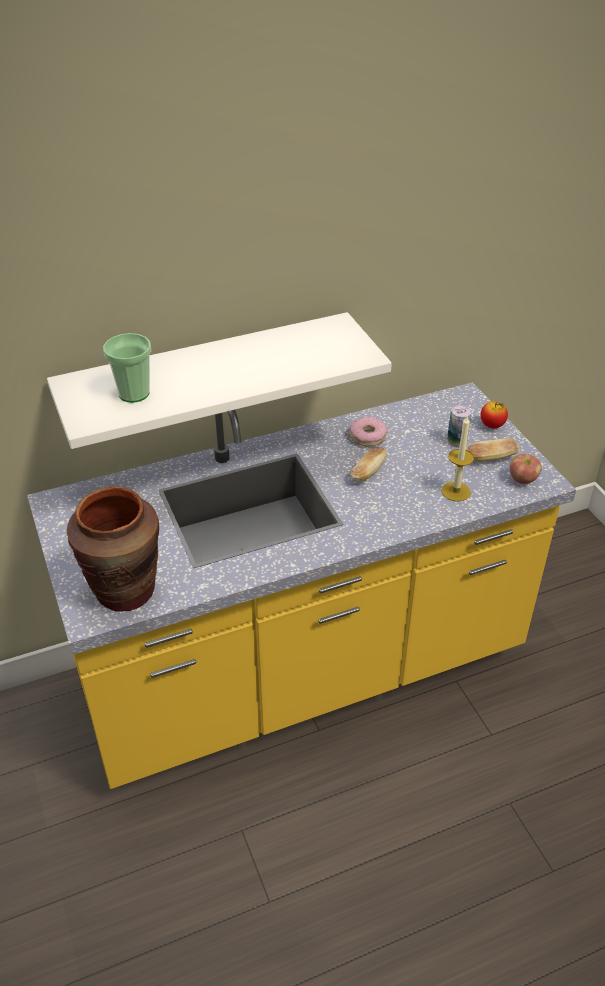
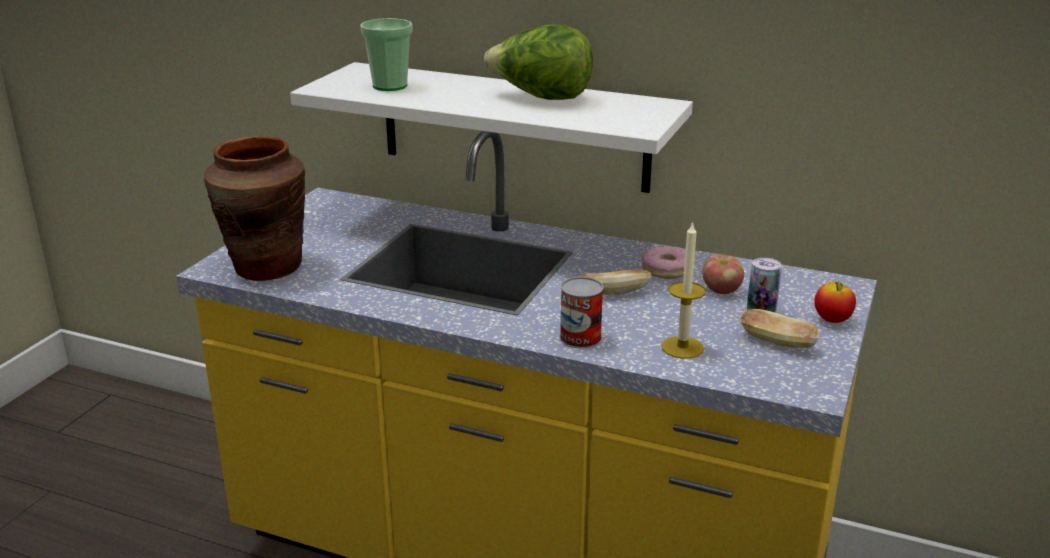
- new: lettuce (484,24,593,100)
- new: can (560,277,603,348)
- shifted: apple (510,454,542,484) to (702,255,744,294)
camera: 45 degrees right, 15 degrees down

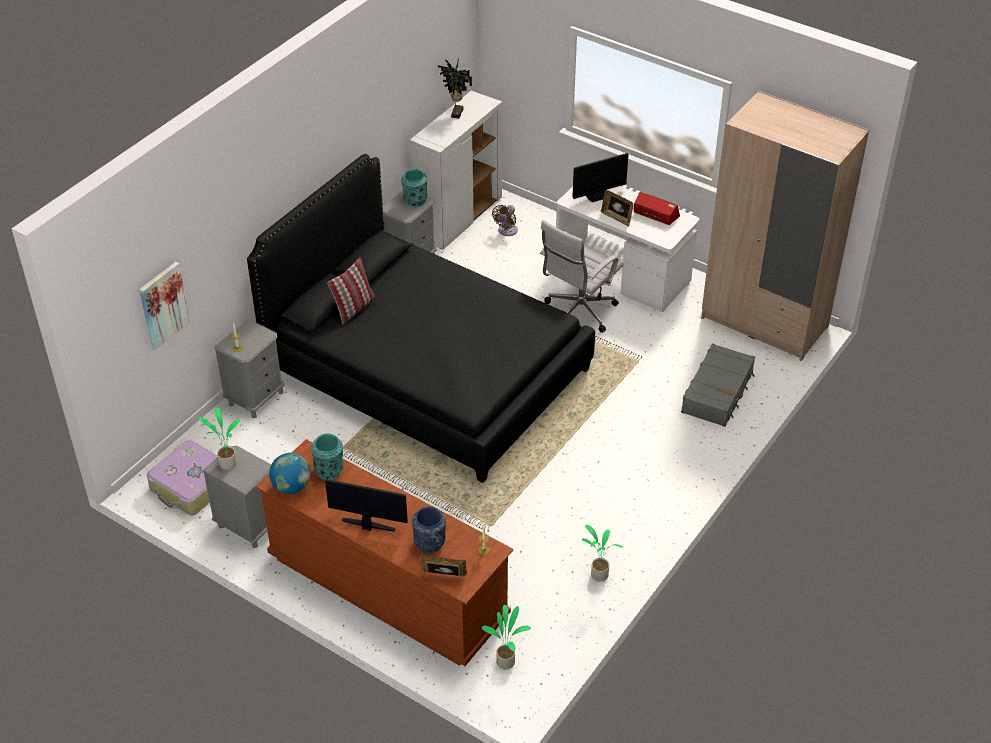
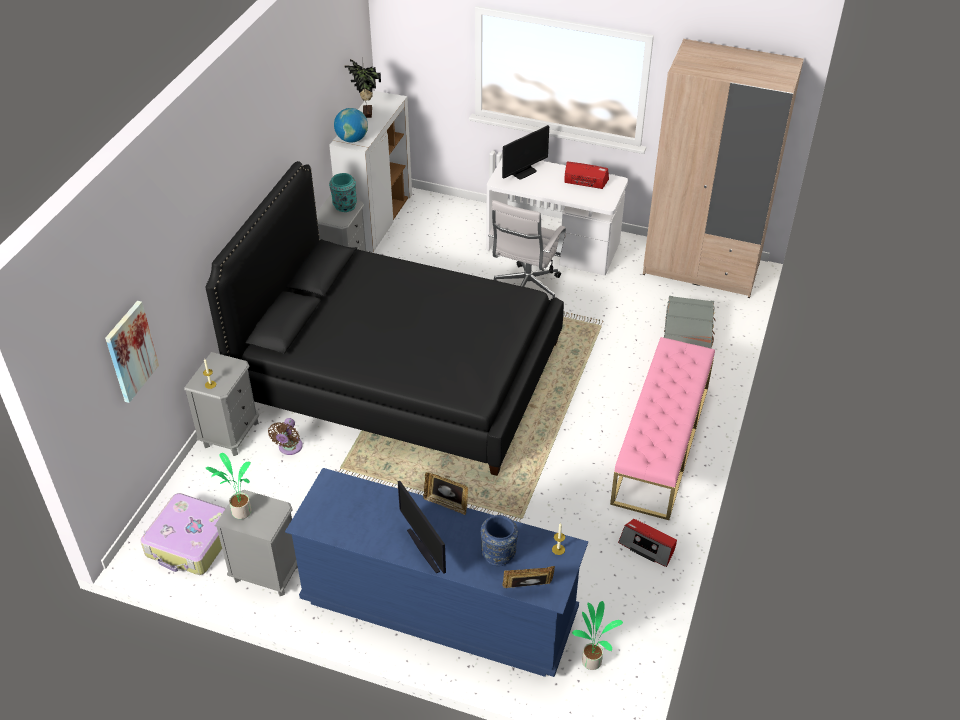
- gone: turquoise_vase (311,433,344,480)
- gone: pillow (327,257,376,324)
- new: pink_bench (610,337,715,520)
- shifted: globe (269,453,311,494) to (334,108,368,142)
- shifted: brown_fan (492,205,518,236) to (268,418,303,455)
- shifted: picture_frame (601,190,633,227) to (423,472,468,515)
- swapped: potted_plant (582,525,623,582) to radio (618,519,677,567)
- repainted: brown_dresser (255,439,513,666) to blue_dresser (285,468,588,677)
- rotated: monitor (325,479,408,532) = (398,481,446,574) 120 degrees counterclockwise
camera: 15 degrees left, 0 degrees up

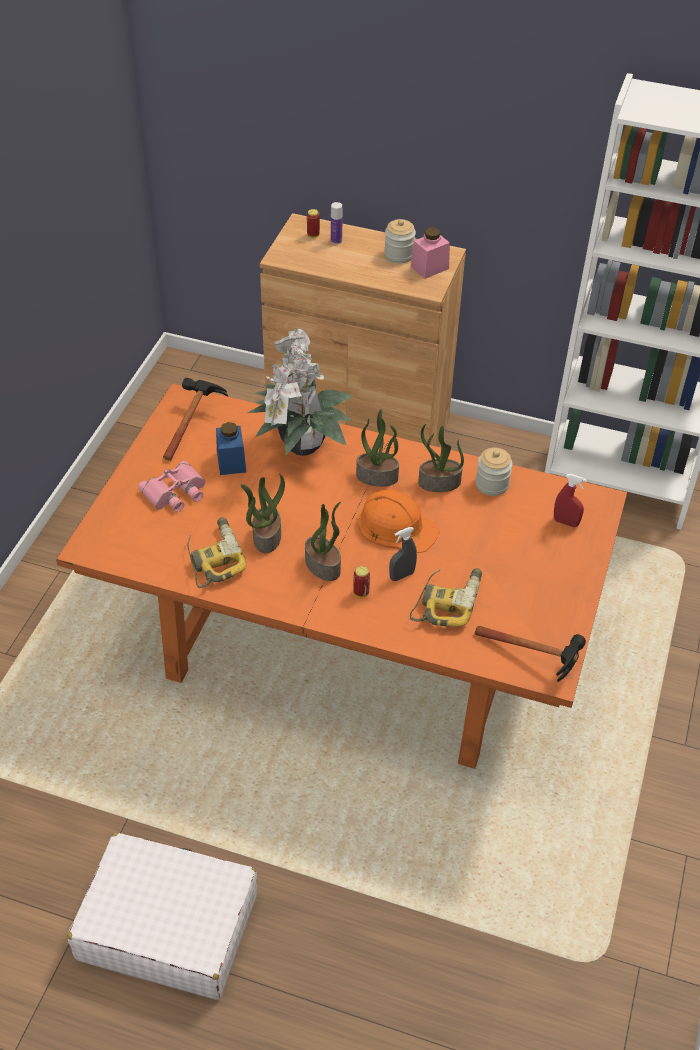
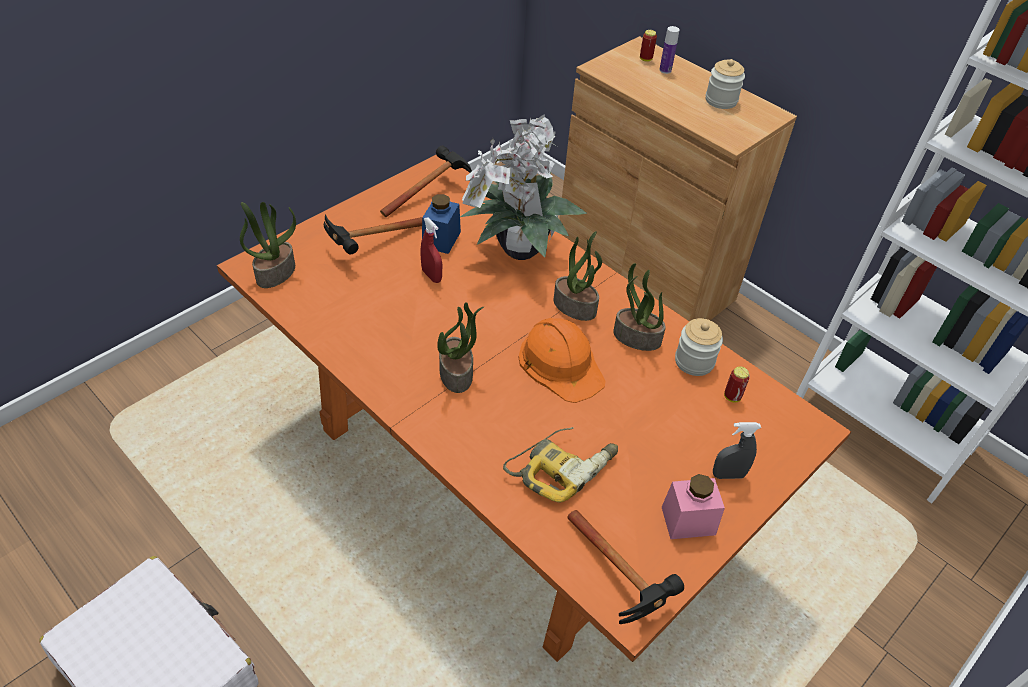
- gone: power_drill (187,517,246,588)
- shifted: potted_plant (241,474,285,553) to (240,202,296,288)
- shifted: can (353,566,370,598) to (724,366,750,402)
- shifted: grey_spray_bottle (389,527,417,581) to (713,422,761,479)
- shifted: pink_jar (411,227,450,279) to (662,474,725,539)
- shifted: red_spray_bottle (554,474,587,527) to (421,217,442,283)
- swapped: pink_binoculars (138,461,206,512) to hammer (324,214,422,254)
camera: 25 degrees right, 0 degrees up

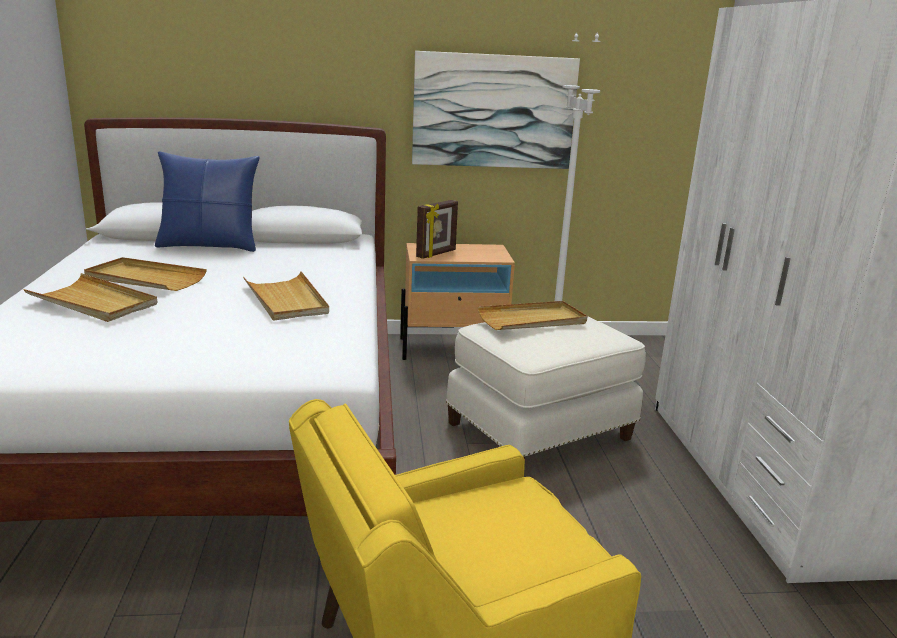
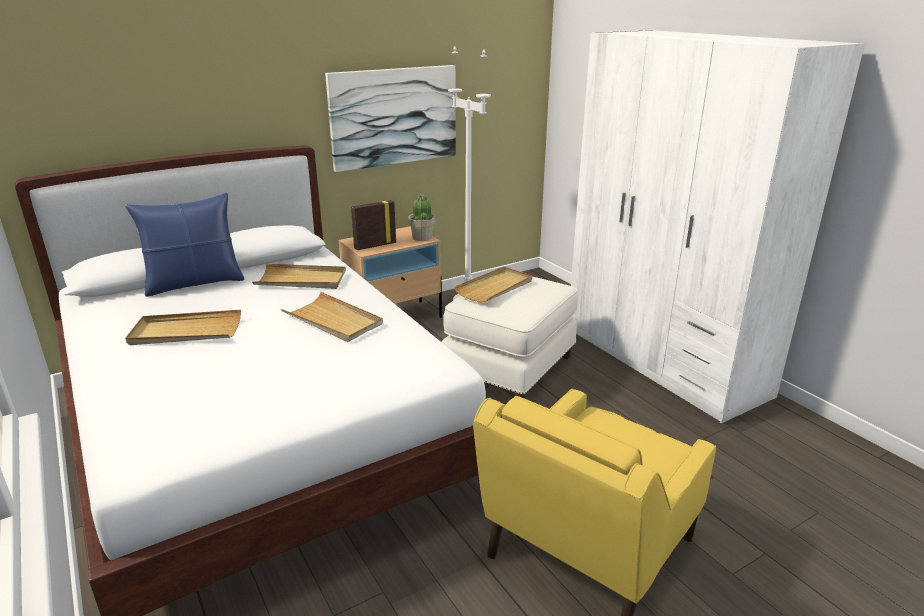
- new: potted_plant (408,194,435,241)
- shifted: beige_tray (23,273,158,322) to (252,264,346,289)
- rotated: picture_frame (416,200,458,259) = (351,200,396,250) 135 degrees counterclockwise
camera: 25 degrees left, 5 degrees up

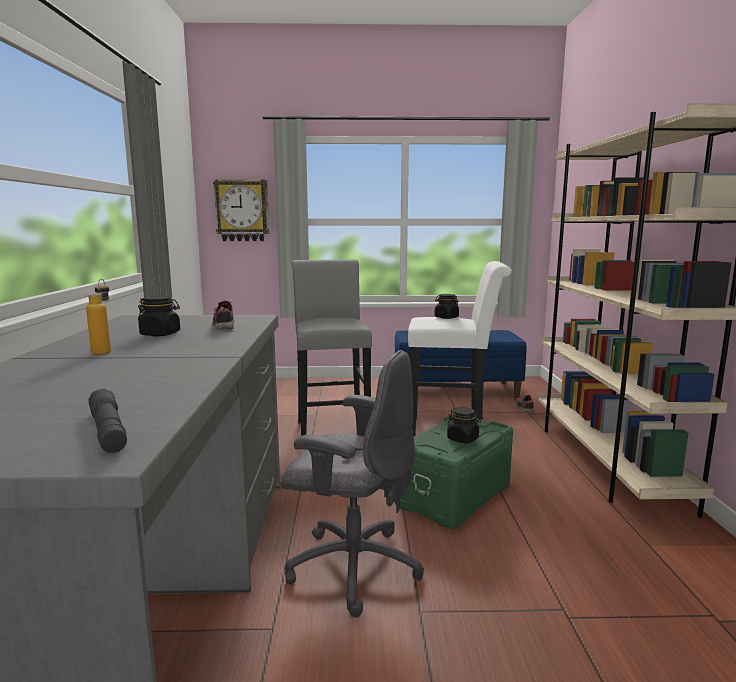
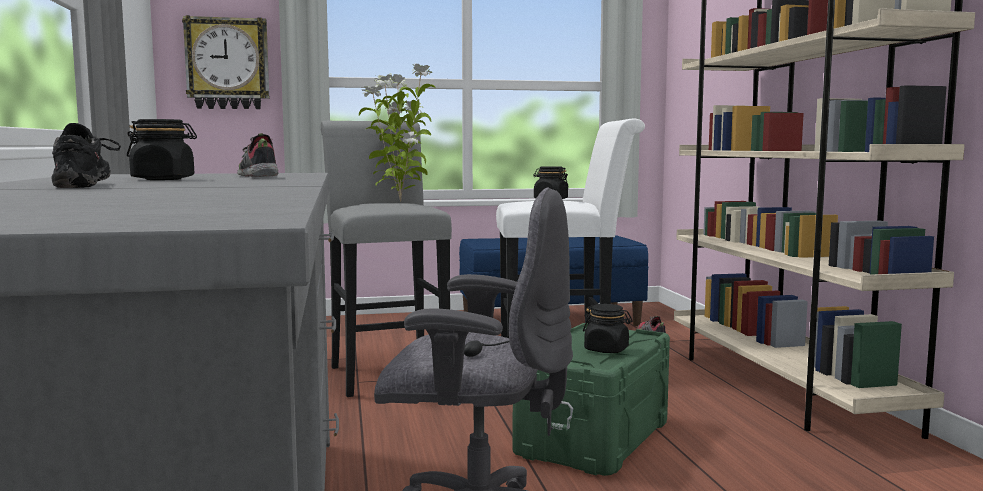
- gone: grey_flashlight (88,389,127,453)
- new: potted_plant (359,63,436,202)
- swapped: bottle (86,279,111,355) to black_shoe (51,123,121,188)
camera: 10 degrees left, 5 degrees down

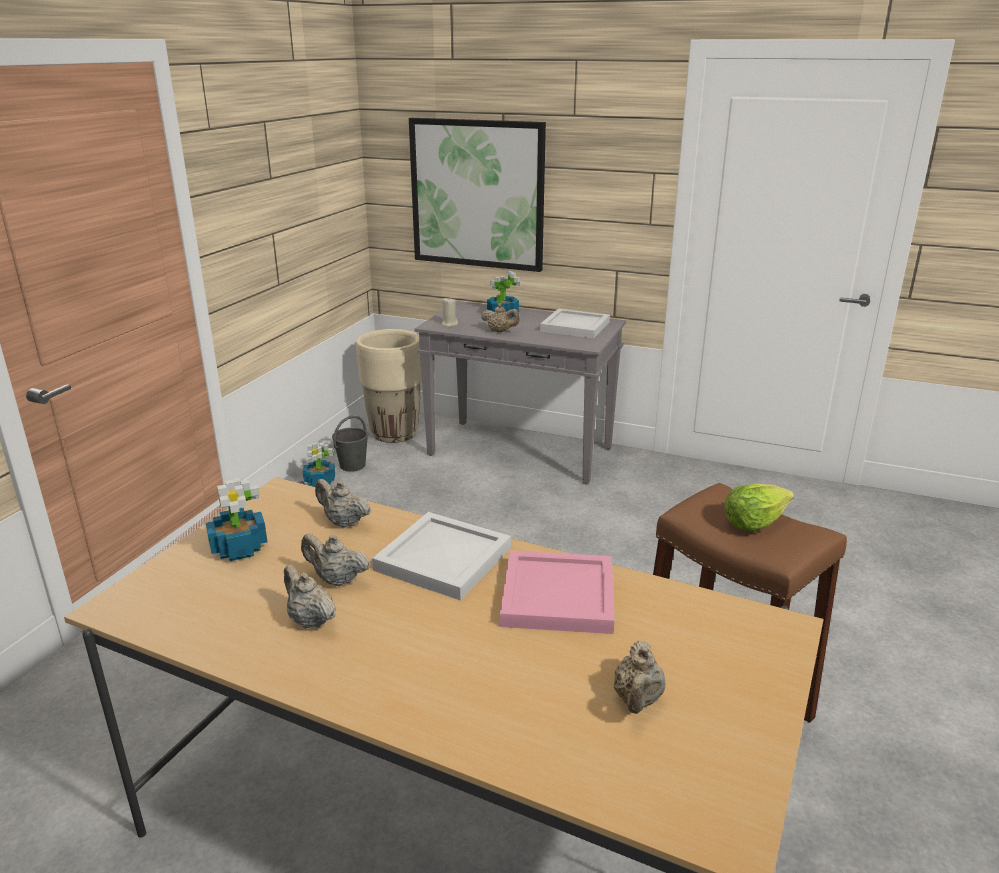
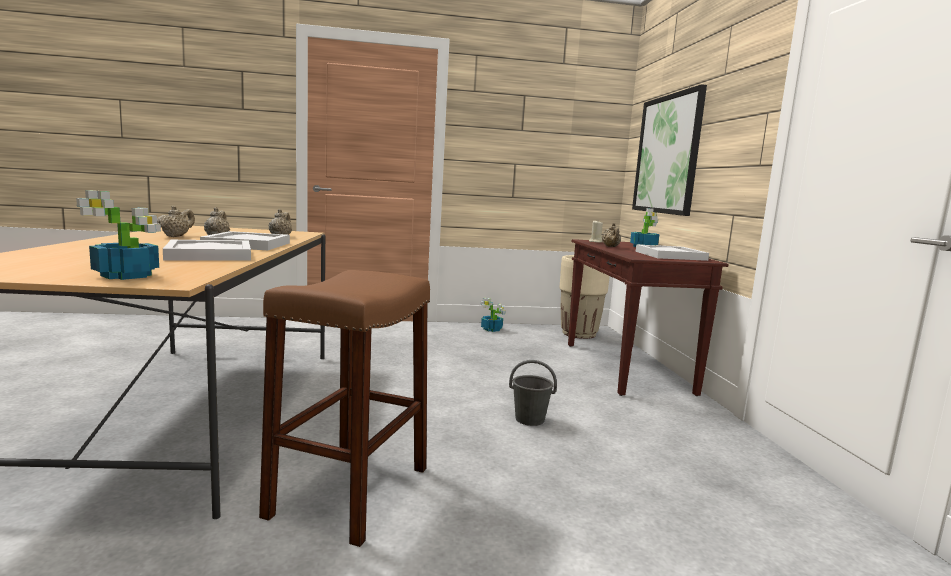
- gone: beige_teapot (614,641,665,714)
- gone: lettuce (724,484,794,532)
- shifted: potted_plant (206,478,267,561) to (76,190,161,280)
- shifted: grey_bucket (332,415,368,472) to (509,360,557,426)
- repainted: grey_console_table (414,301,626,485) to brown_console_table (568,239,729,396)
- repainted: pink_tray (500,551,615,634) to white_tray (163,240,251,261)
camera: 60 degrees right, 15 degrees down

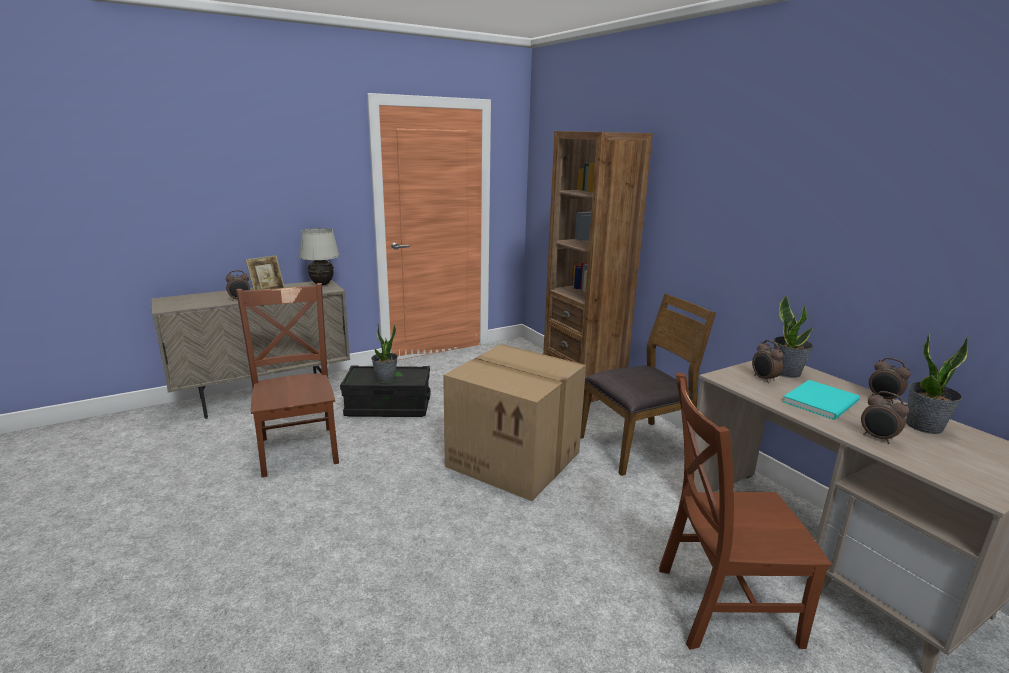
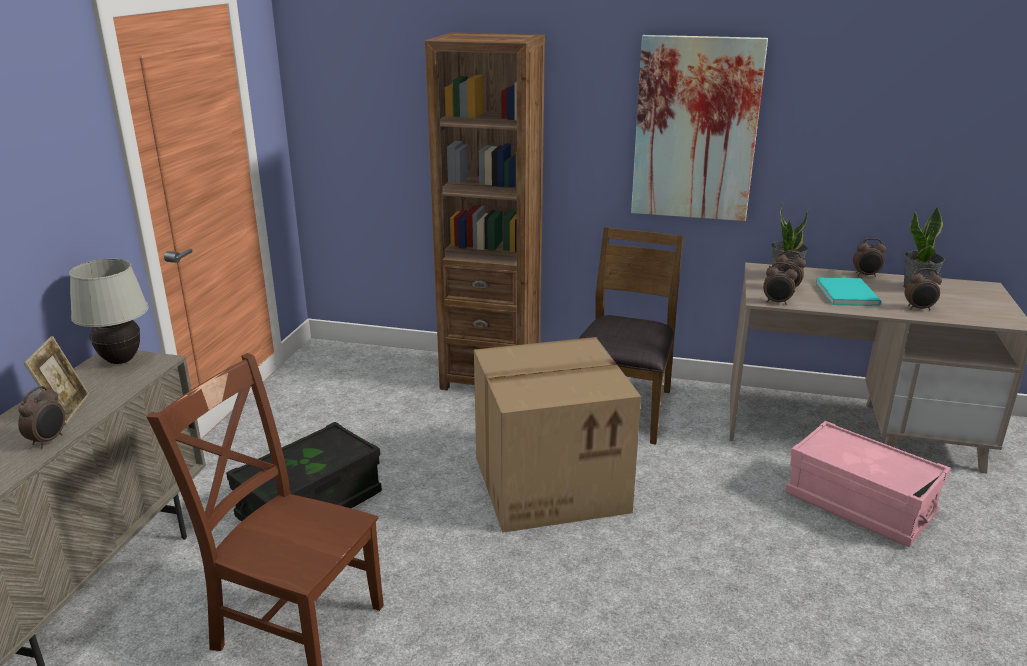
- gone: potted_plant (371,324,398,383)
- new: picture (631,35,768,221)
- new: alarm_clock (763,262,798,305)
- swapped: brown_chair (659,373,832,650) to pink_storage_box (786,421,951,547)
camera: 45 degrees left, 5 degrees up

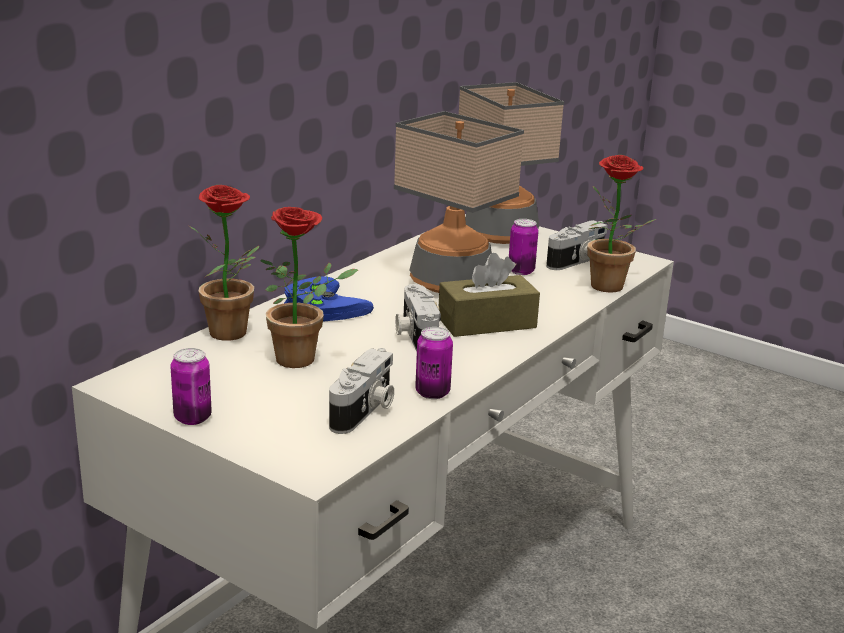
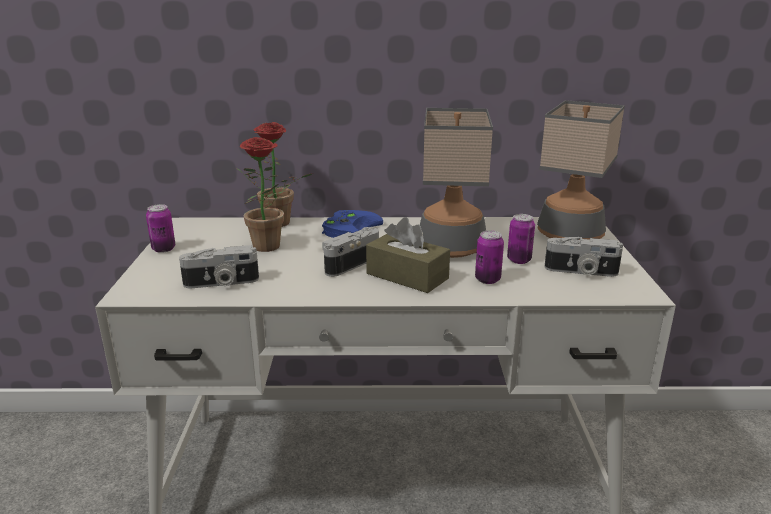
- gone: potted_plant (587,155,656,293)
- shifted: can (415,327,453,399) to (475,230,504,284)
camera: 55 degrees right, 0 degrees up

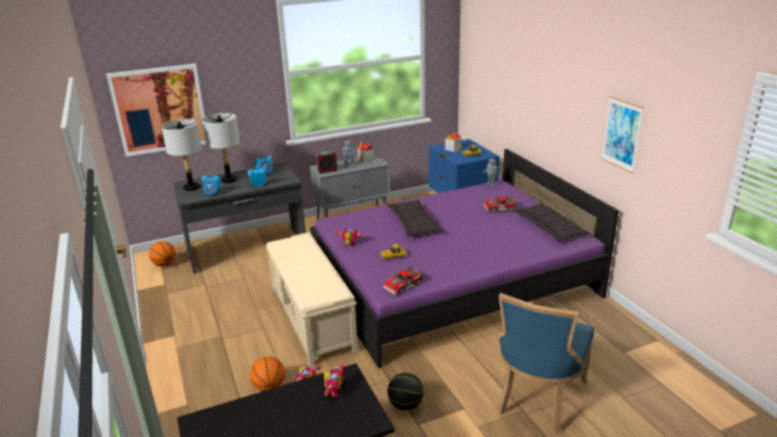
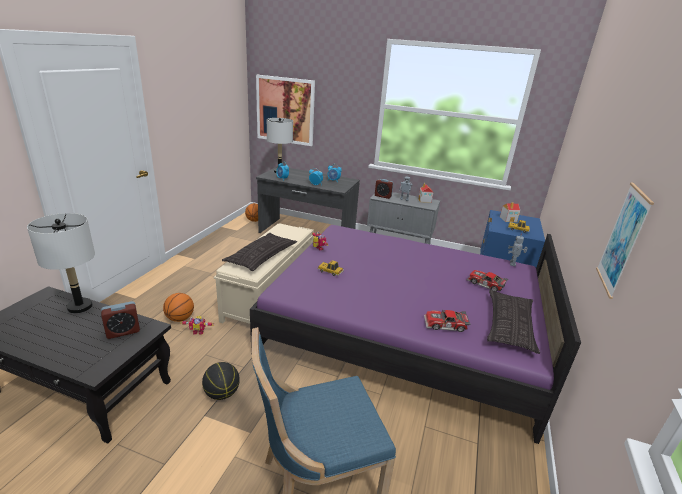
- shifted: grey_table_lamp (202,113,240,183) to (27,213,95,313)
- shifted: toy_car (383,266,424,295) to (424,310,470,332)
- shifted: pillow (387,200,443,237) to (222,233,297,271)
- swapped: toy_robot (324,363,345,397) to alarm_clock (101,301,140,339)
camera: 40 degrees right, 0 degrees up

